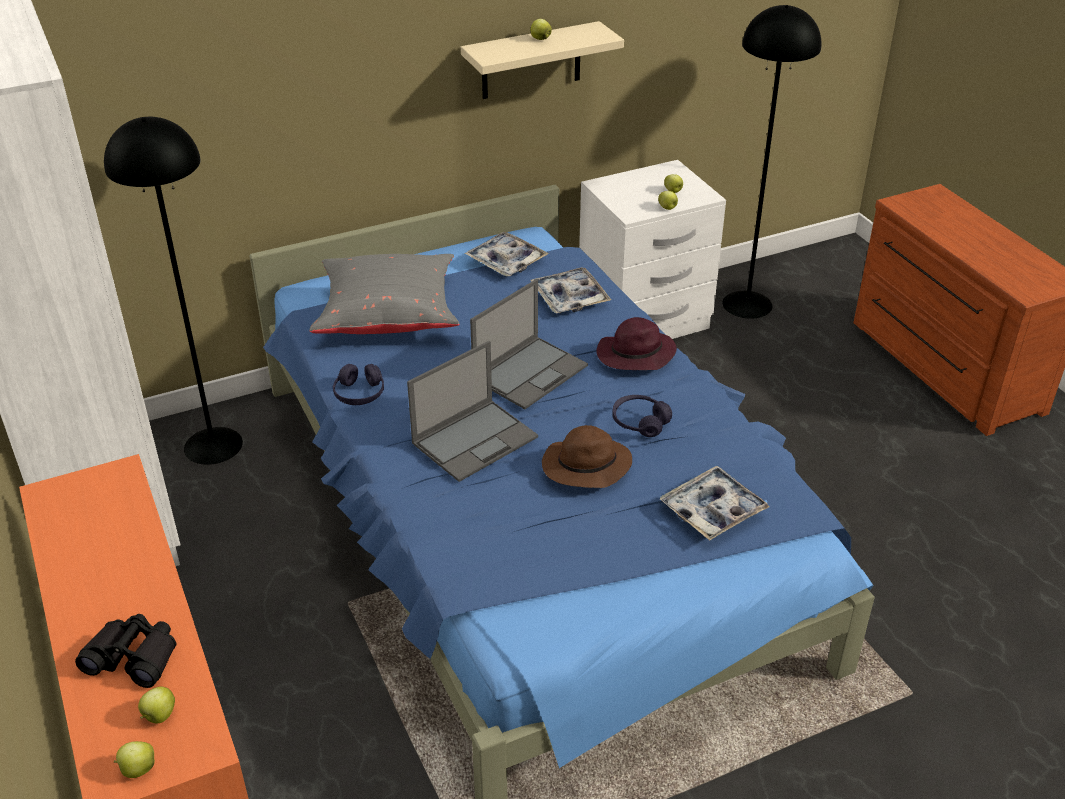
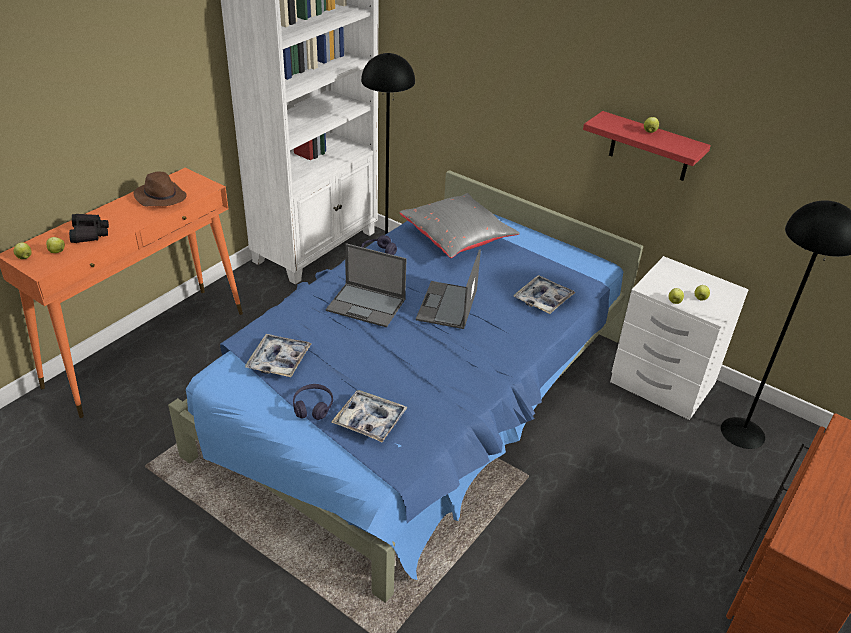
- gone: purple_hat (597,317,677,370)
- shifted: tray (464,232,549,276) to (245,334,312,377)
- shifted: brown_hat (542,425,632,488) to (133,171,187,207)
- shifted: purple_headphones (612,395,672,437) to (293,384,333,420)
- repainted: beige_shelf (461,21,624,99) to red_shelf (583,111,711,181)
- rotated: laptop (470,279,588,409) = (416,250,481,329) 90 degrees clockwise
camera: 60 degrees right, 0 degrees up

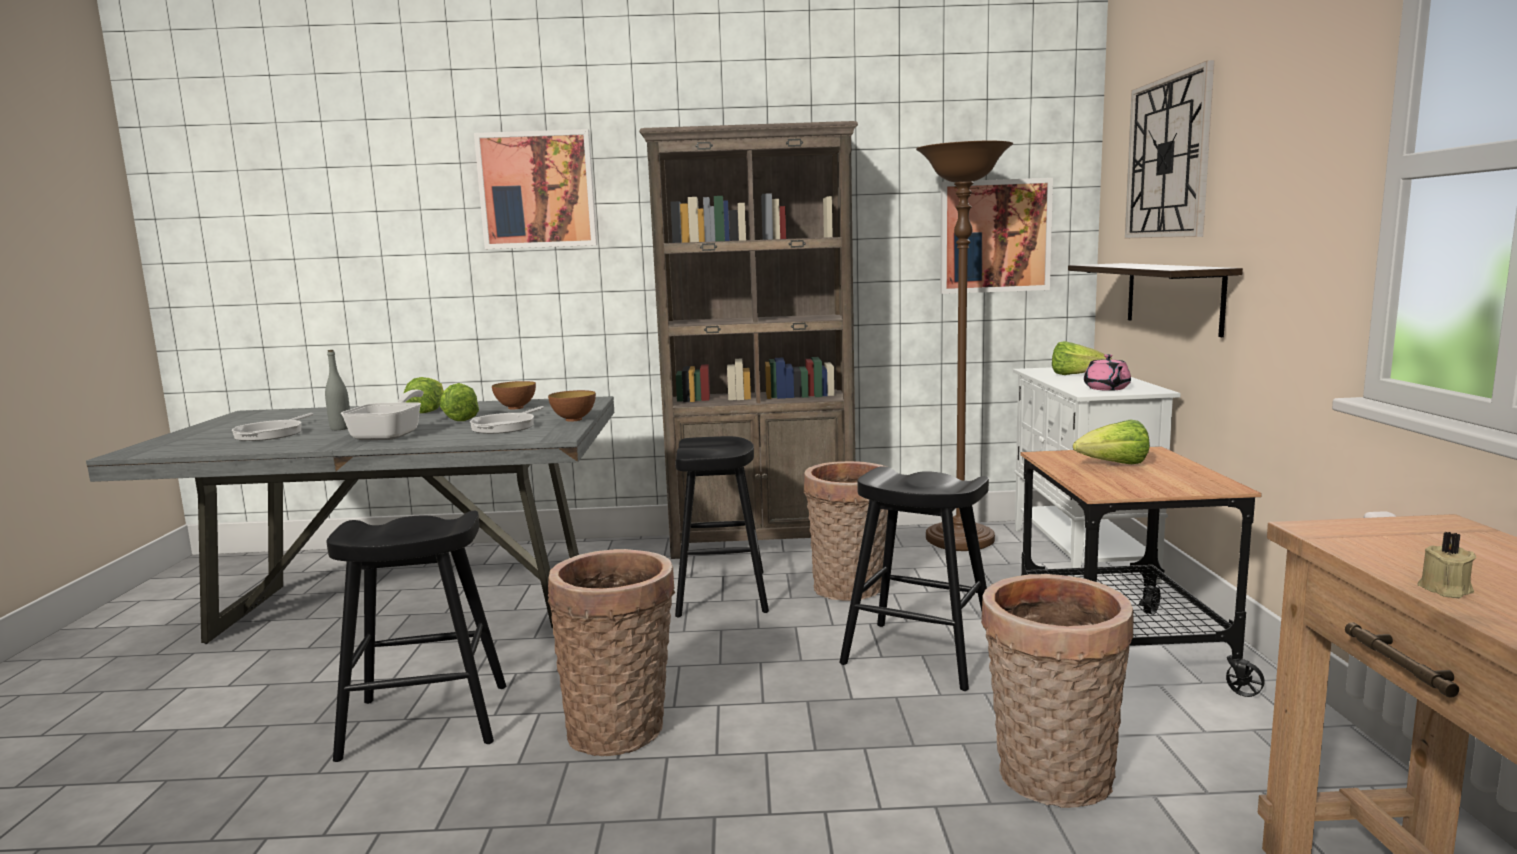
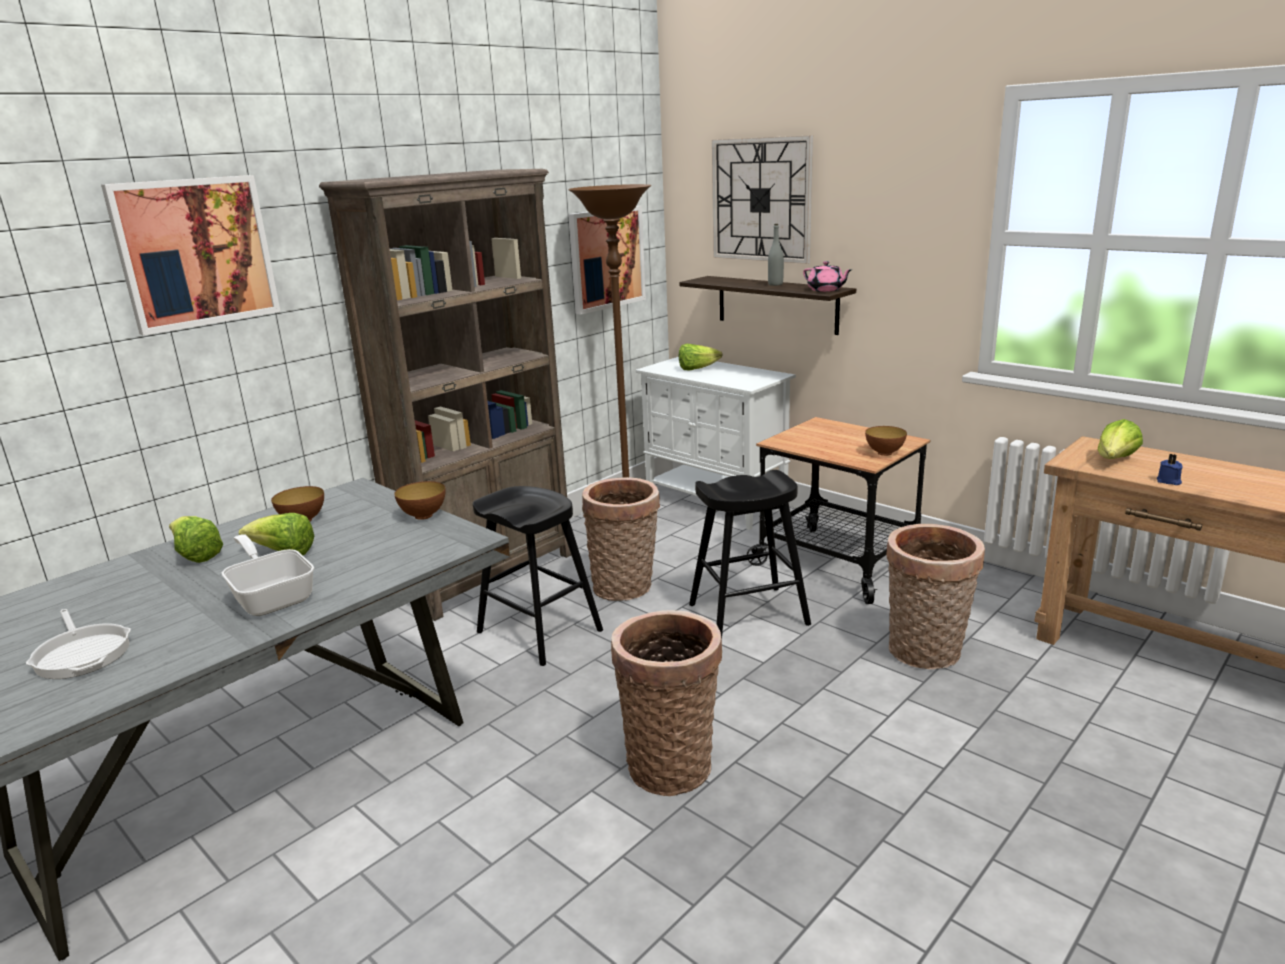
- gone: black_stool (327,511,506,762)
- gone: frying_pan (470,406,544,434)
- new: bowl (865,426,907,456)
- shifted: grey_bottle (325,350,350,430) to (768,224,784,286)
- shifted: lettuce (1073,419,1150,464) to (1098,419,1143,459)
- shifted: pink_teapot (1084,354,1131,391) to (803,261,852,292)
- repainted: beige_candle (1417,532,1477,598) to blue_candle (1157,454,1183,485)
camera: 45 degrees left, 10 degrees up

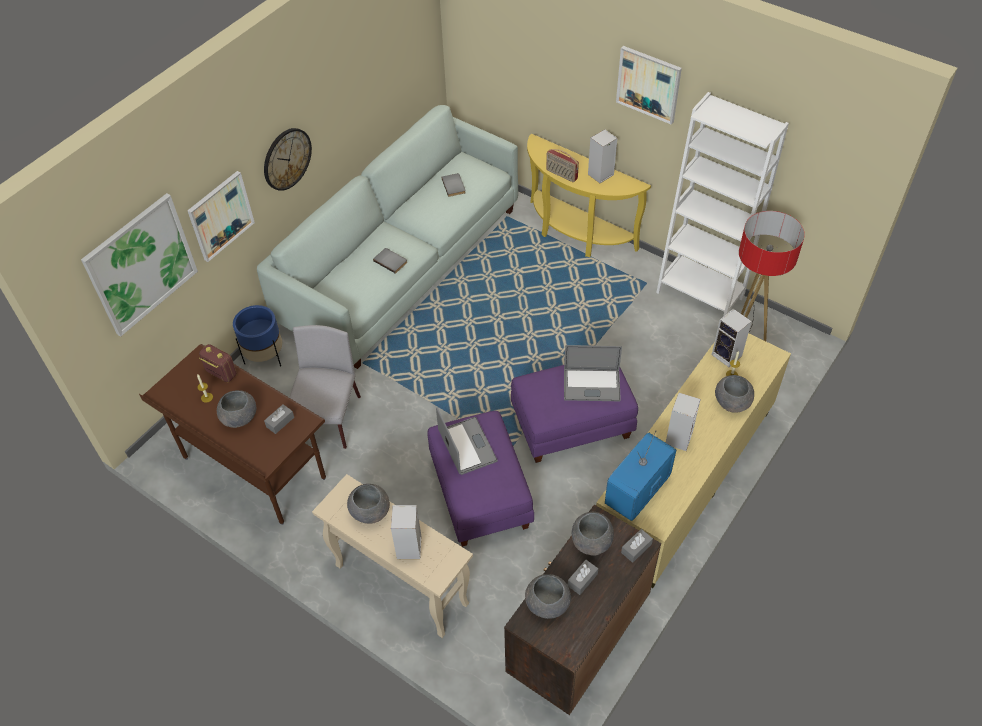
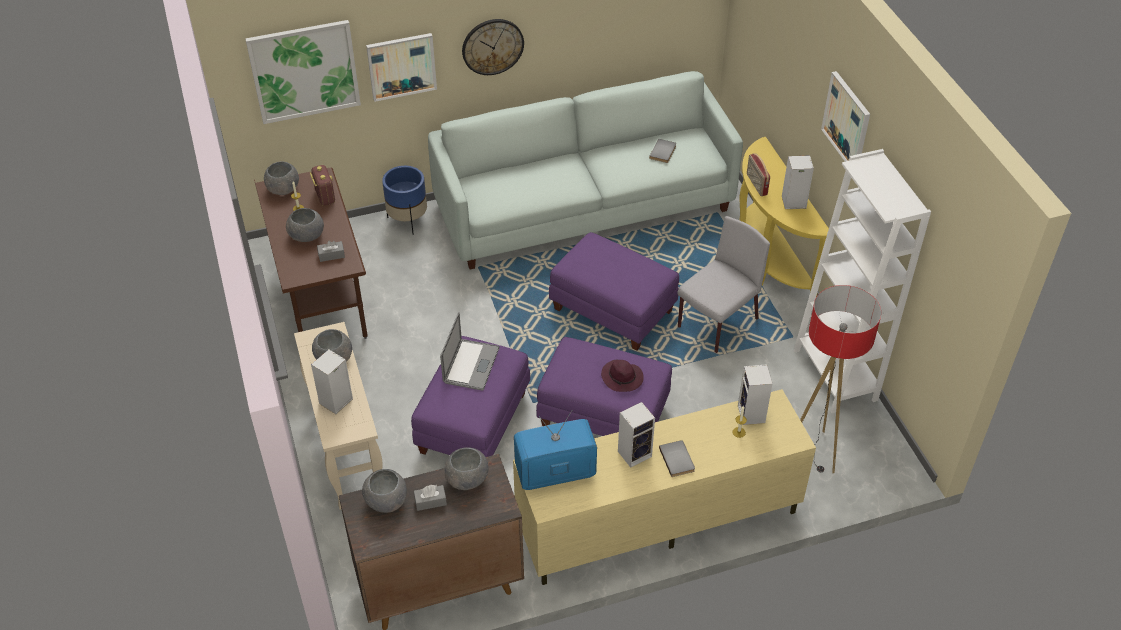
- gone: grey_tissue_box (621,529,653,563)
- new: purple_ottoman (549,232,679,351)
- shifted: grey_chair (289,325,361,449) to (677,216,770,353)
- shifted: grey_book (373,248,407,274) to (659,440,695,477)
- shifted: grey_bowl (715,375,754,413) to (264,162,299,195)
- swapped: laptop (564,345,622,401) to purple_hat (601,360,644,392)
camera: 35 degrees right, 5 degrees down

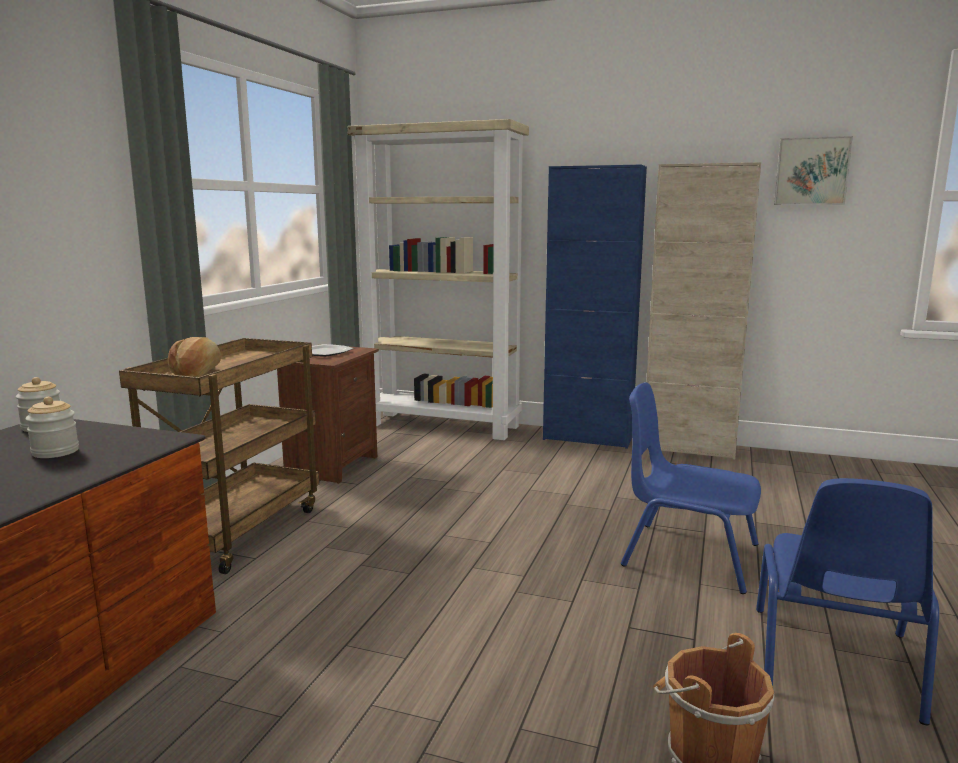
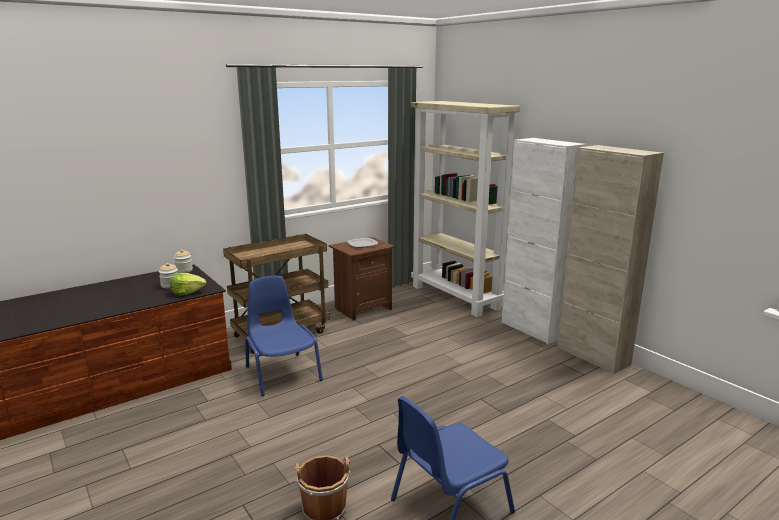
- gone: bread (168,337,221,377)
- gone: picture (774,136,853,205)
- new: lettuce (170,273,206,295)
- shifted: blue_chair (621,382,761,594) to (245,276,323,396)
- repainted: blue_cabinet (543,164,647,449) to white_cabinet (502,138,587,344)
camera: 35 degrees right, 5 degrees up

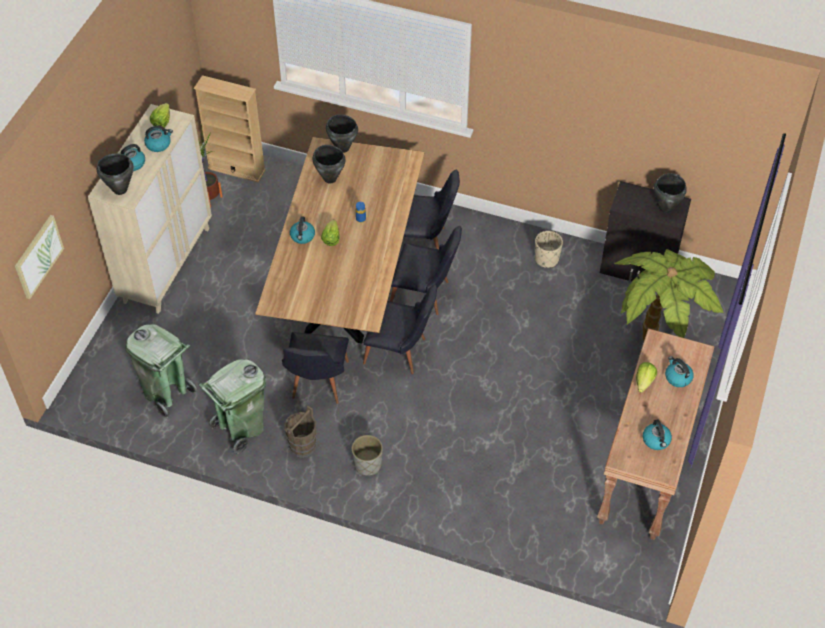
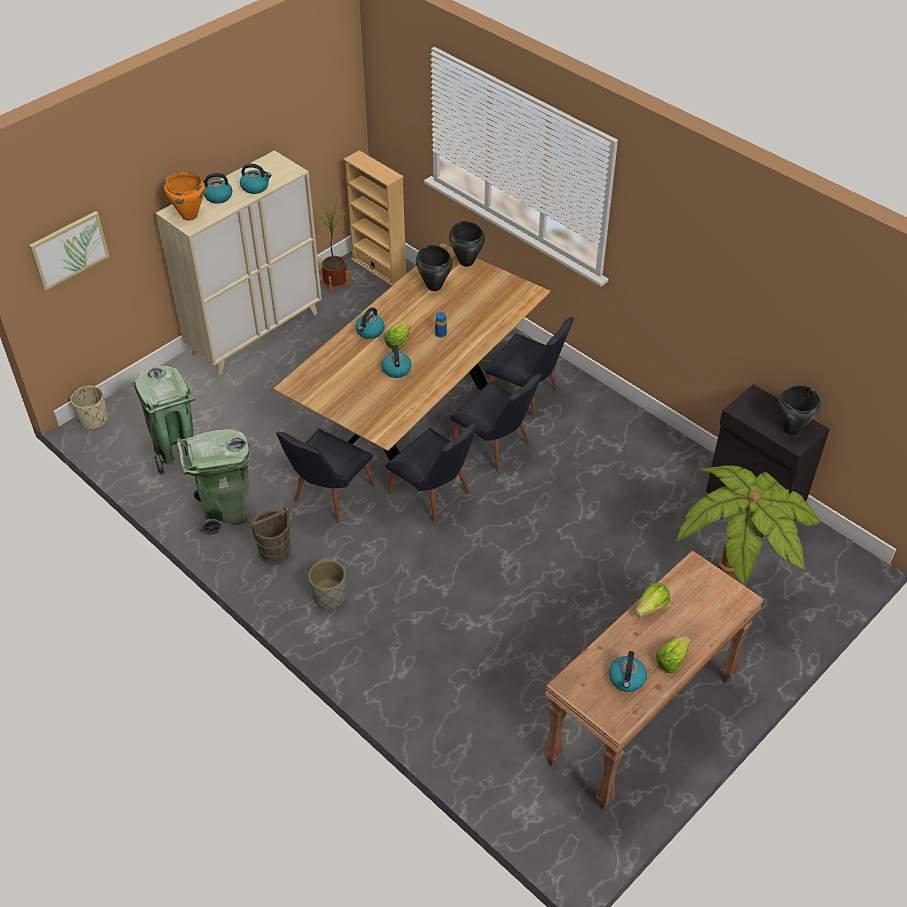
- shifted: lettuce (150,103,170,128) to (656,636,690,673)
- shifted: beige_planter (535,231,563,268) to (70,385,108,430)
- shifted: kettle (665,356,694,387) to (382,344,412,378)
- repainted: black_cooking_pot (97,153,134,195) to orange_cooking_pot (164,173,205,221)
camera: 25 degrees right, 5 degrees down

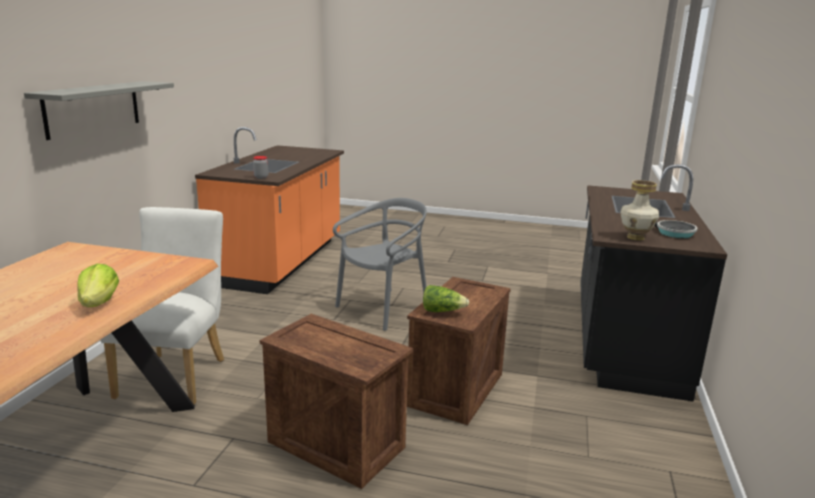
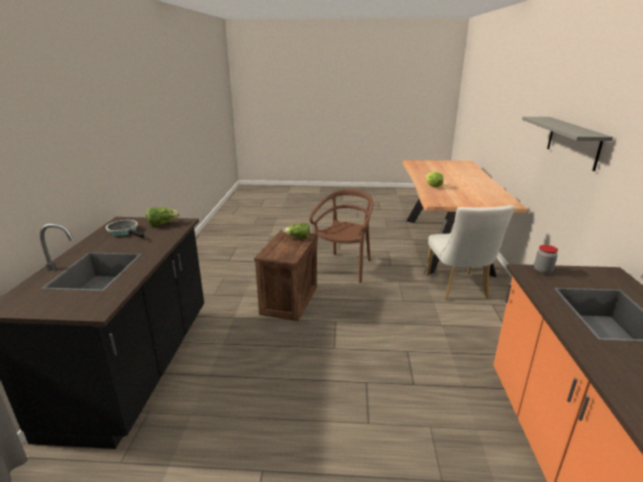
- gone: grey_chair (333,198,427,331)
- swapped: crate (259,314,413,489) to brown_chair (310,189,373,283)
- swapped: vase (620,180,659,240) to lettuce (146,207,180,226)
camera: 170 degrees right, 5 degrees up

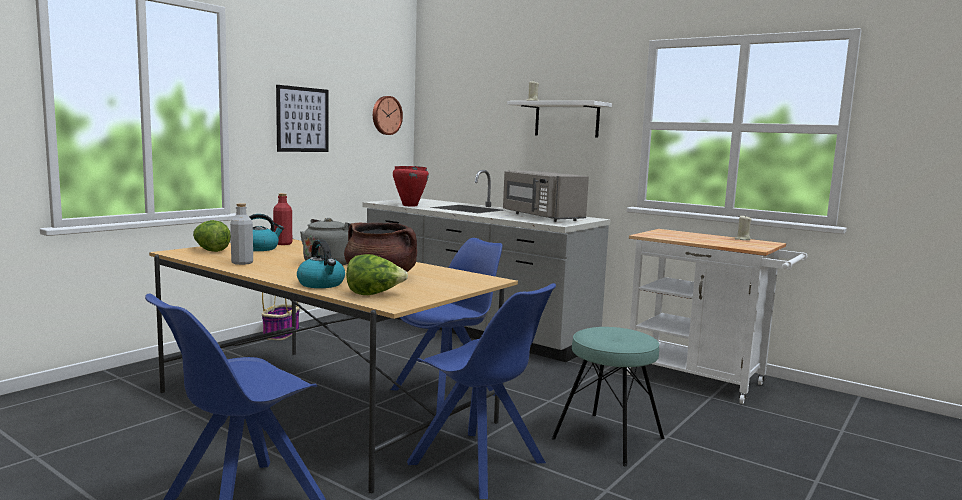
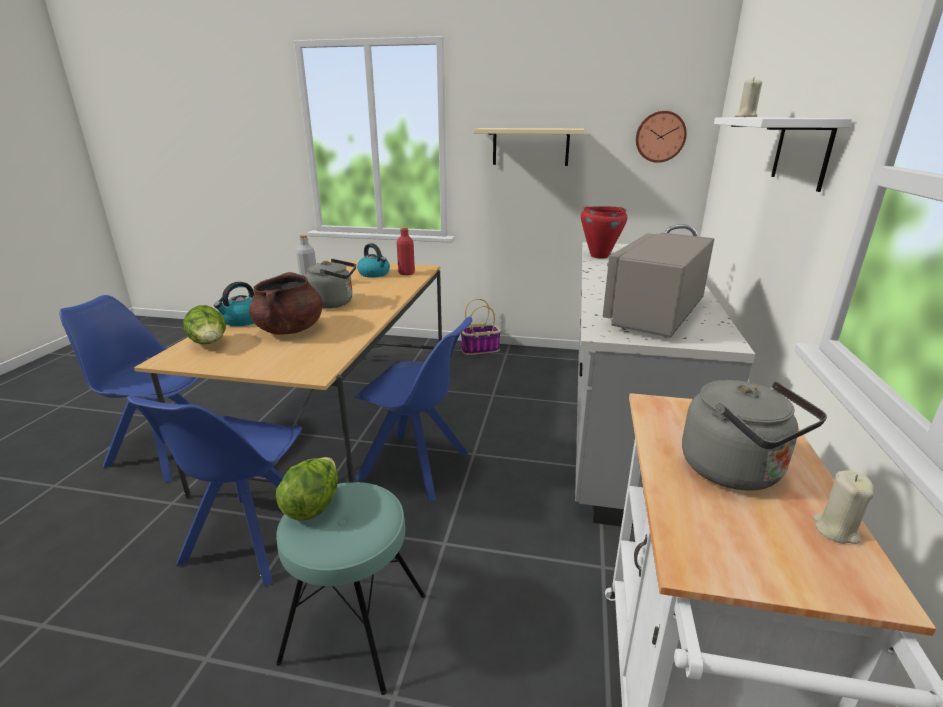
- new: grey_kettle (682,380,827,491)
- shifted: lettuce (193,220,231,252) to (276,457,338,520)
- swapped: picture (276,85,329,152) to beige_shelf (474,128,584,166)
camera: 65 degrees right, 15 degrees up

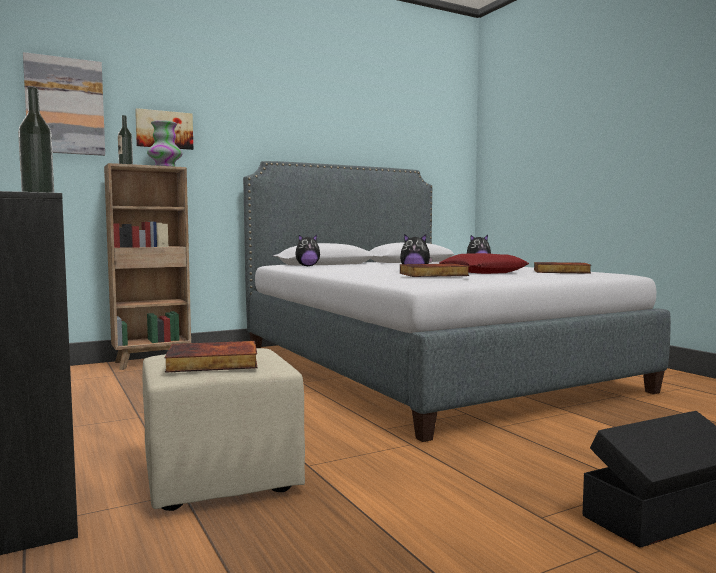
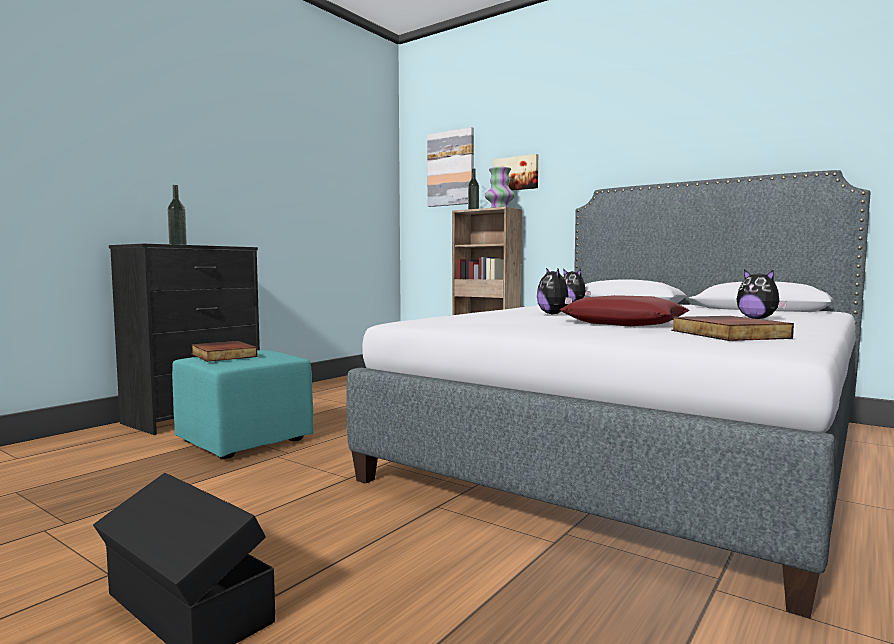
- gone: book (400,264,470,277)
- repainted: beige_ottoman (143,348,305,511) to turquoise_ottoman (172,350,314,459)
camera: 65 degrees right, 0 degrees up

